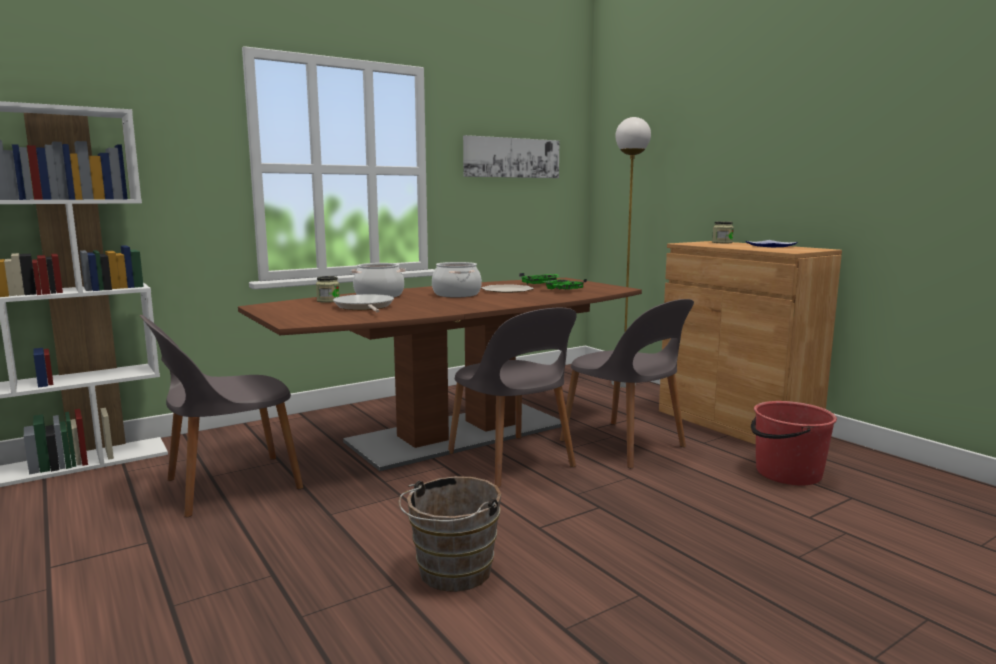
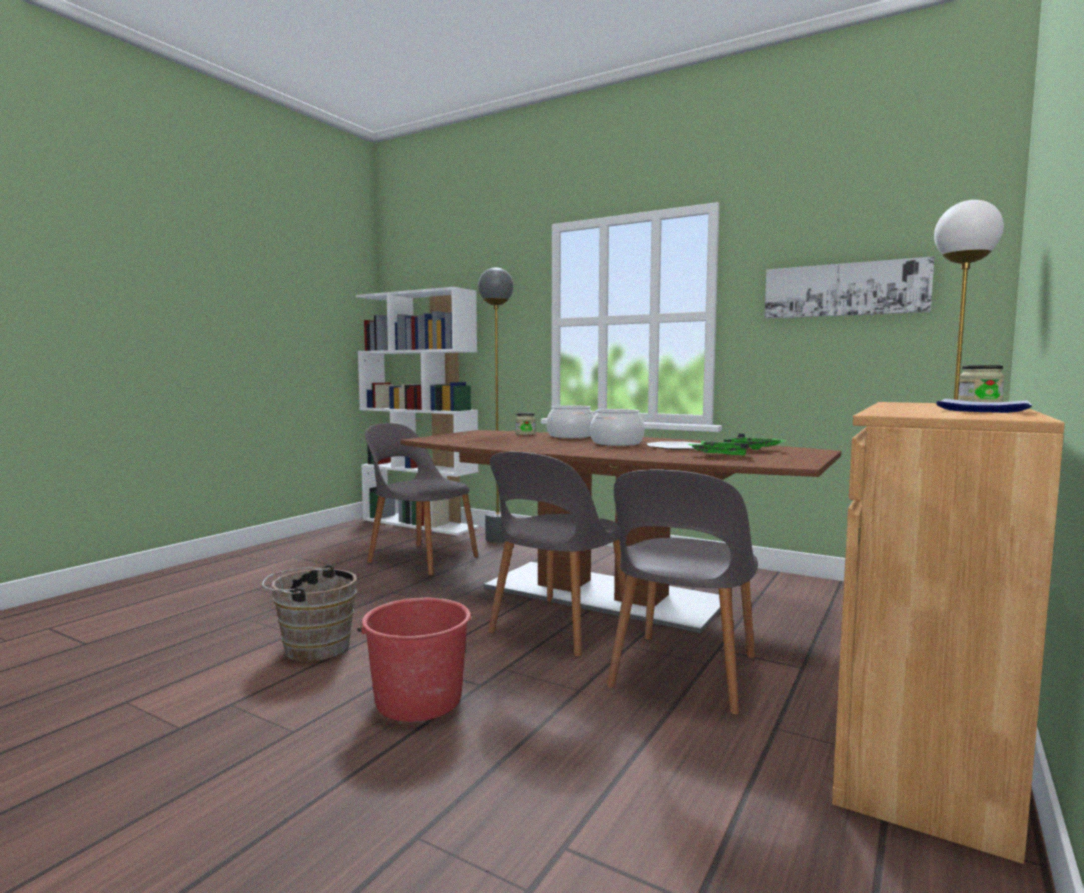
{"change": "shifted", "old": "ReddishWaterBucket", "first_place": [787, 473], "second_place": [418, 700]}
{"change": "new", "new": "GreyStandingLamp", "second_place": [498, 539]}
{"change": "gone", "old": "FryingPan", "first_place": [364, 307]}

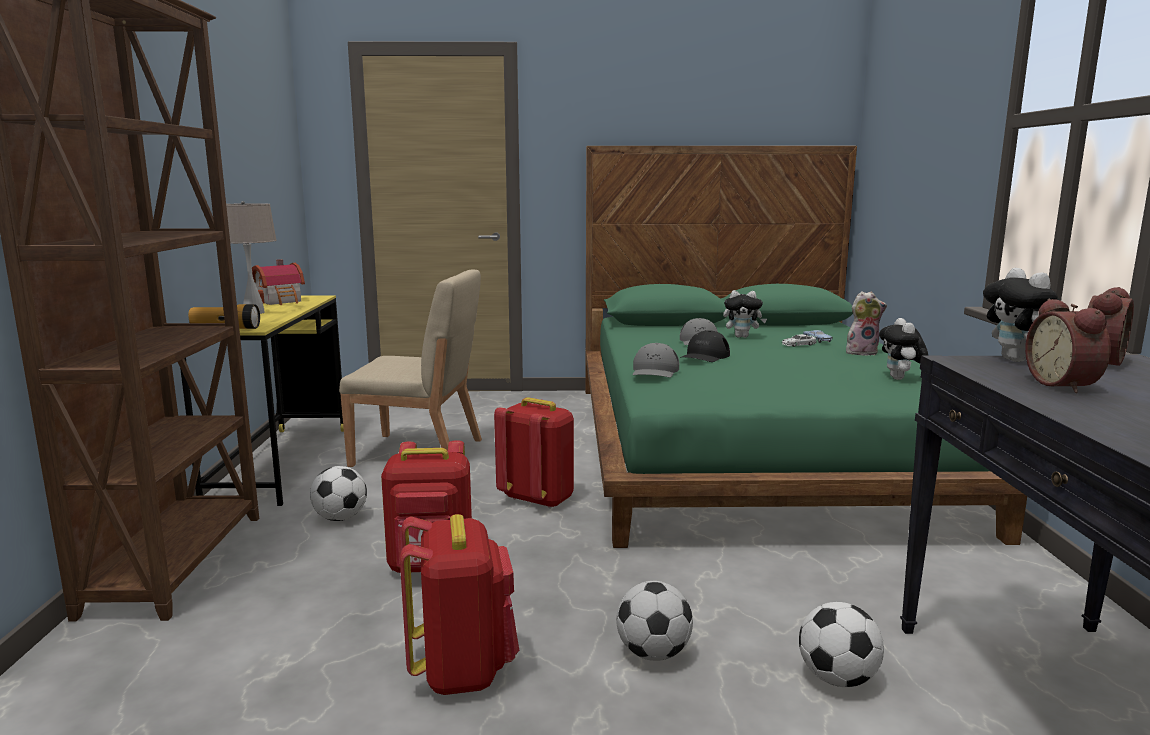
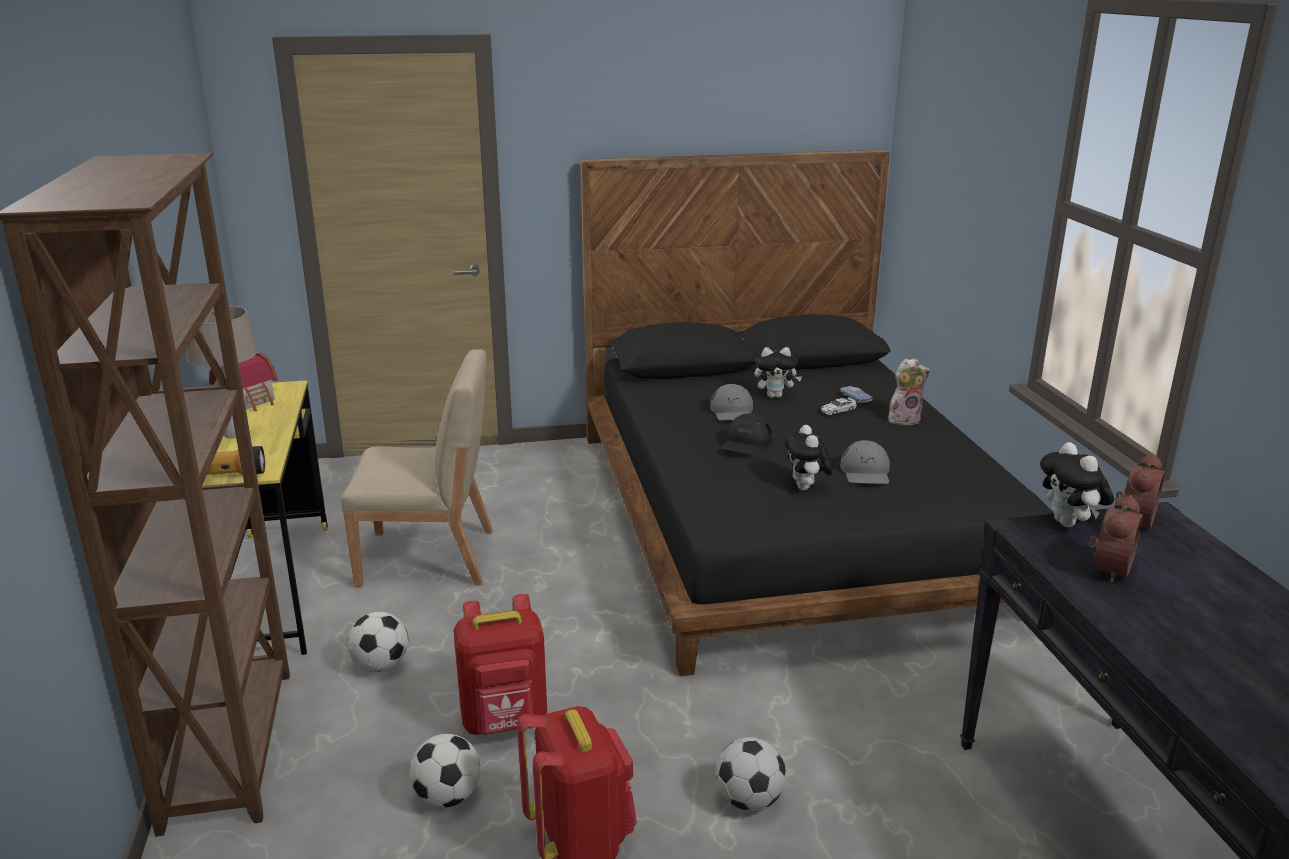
{"change": "shifted", "old": "FootballBall", "first_place": [838, 679], "second_place": [448, 797]}
{"change": "repainted", "old": "GreenishBed", "new": "BlackBed", "first_place": [751, 449], "second_place": [789, 520]}
{"change": "shifted", "old": "SoftToy", "first_place": [900, 379], "second_place": [807, 488]}
{"change": "shifted", "old": "GreyBaseballCap", "first_place": [654, 371], "second_place": [866, 472]}
{"change": "rotated", "old": "BedsideClock", "first_place": [1065, 385], "second_place": [1107, 568], "degrees": -135}
{"change": "gone", "old": "ReddishKnapsack", "first_place": [538, 499]}

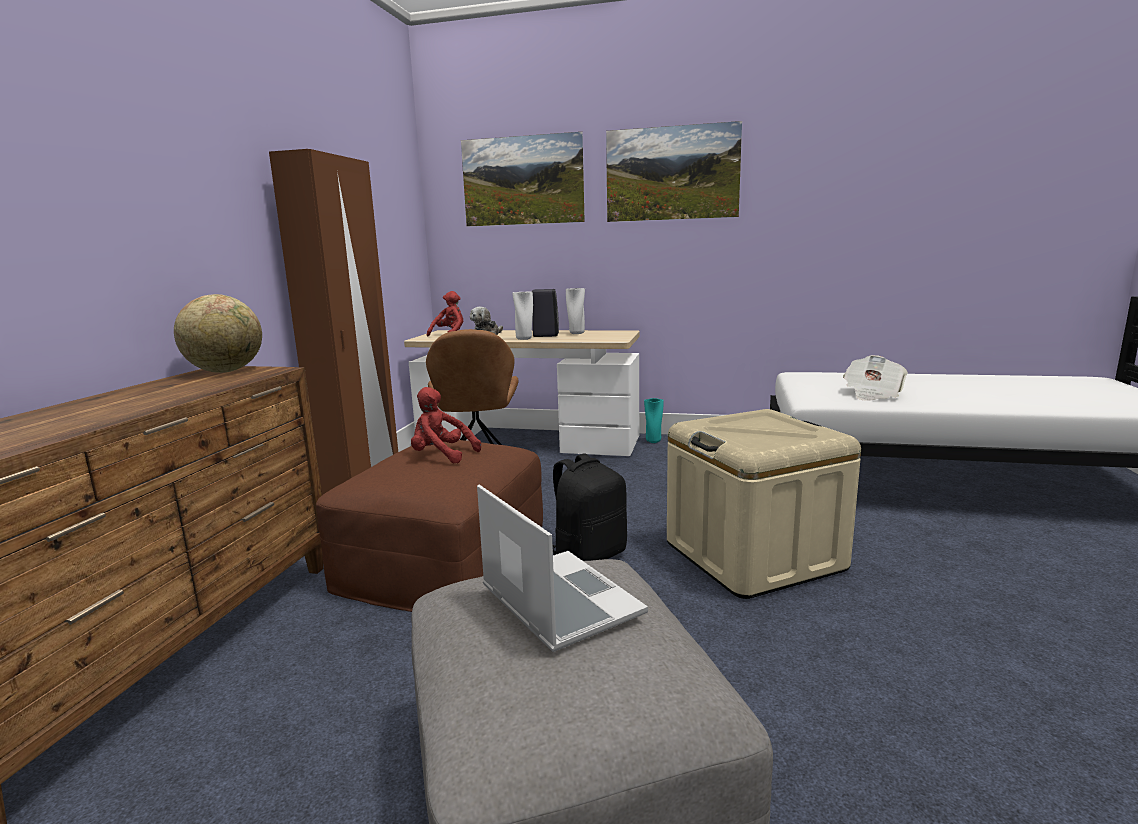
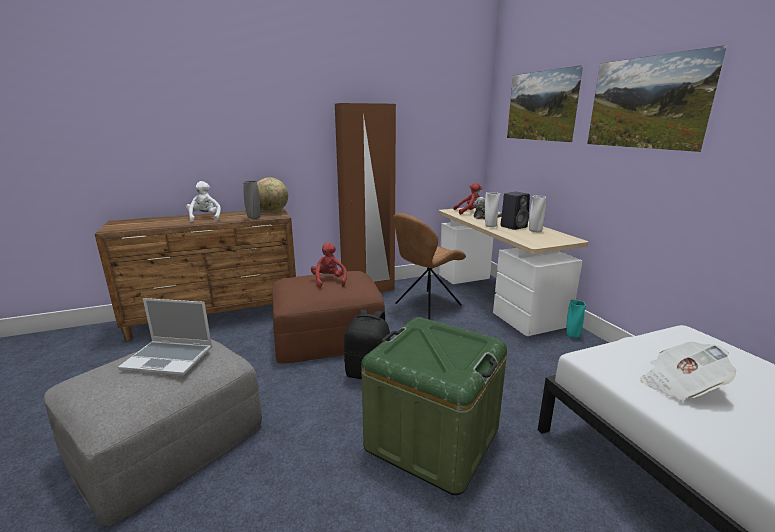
{"change": "rotated", "old": "NotebookComputer", "first_place": [557, 601], "second_place": [170, 358], "degrees": 75}
{"change": "new", "new": "WhiteColouredSoftToy", "second_place": [205, 219]}
{"change": "new", "new": "GreyVase", "second_place": [254, 218]}
{"change": "repainted", "old": "BeigeColouredStorageBin", "new": "GreenishStorageBin", "first_place": [753, 556], "second_place": [432, 438]}

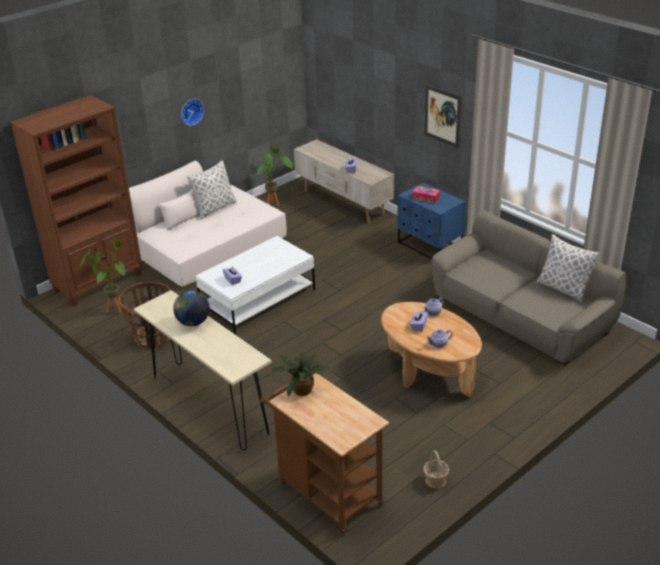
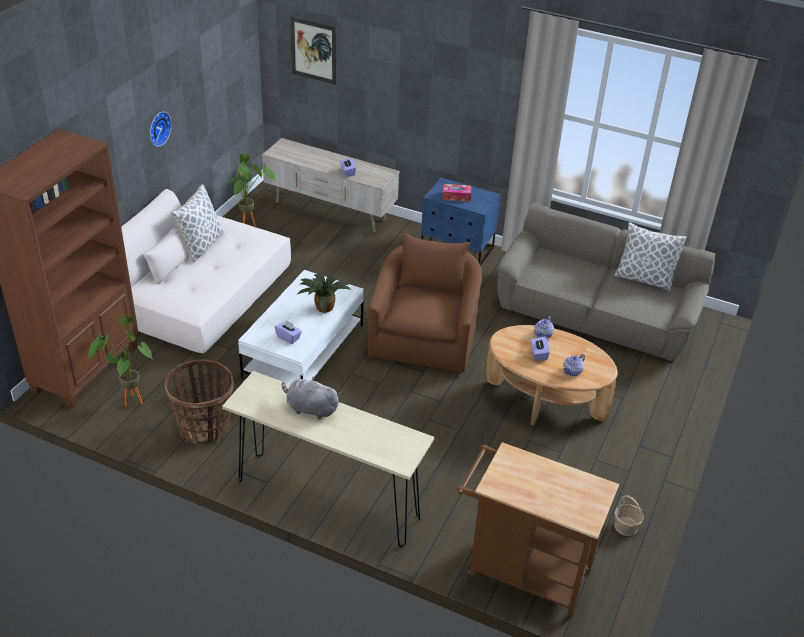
{"change": "swapped", "old": "DeskGlobe", "new": "GreySoftToy", "first_place": [193, 322], "second_place": [310, 408]}
{"change": "shifted", "old": "WallPicture", "first_place": [442, 116], "second_place": [313, 50]}
{"change": "shifted", "old": "PlantInAPot", "first_place": [301, 389], "second_place": [323, 307]}
{"change": "new", "new": "BrownColouredLoungeChair", "second_place": [425, 337]}

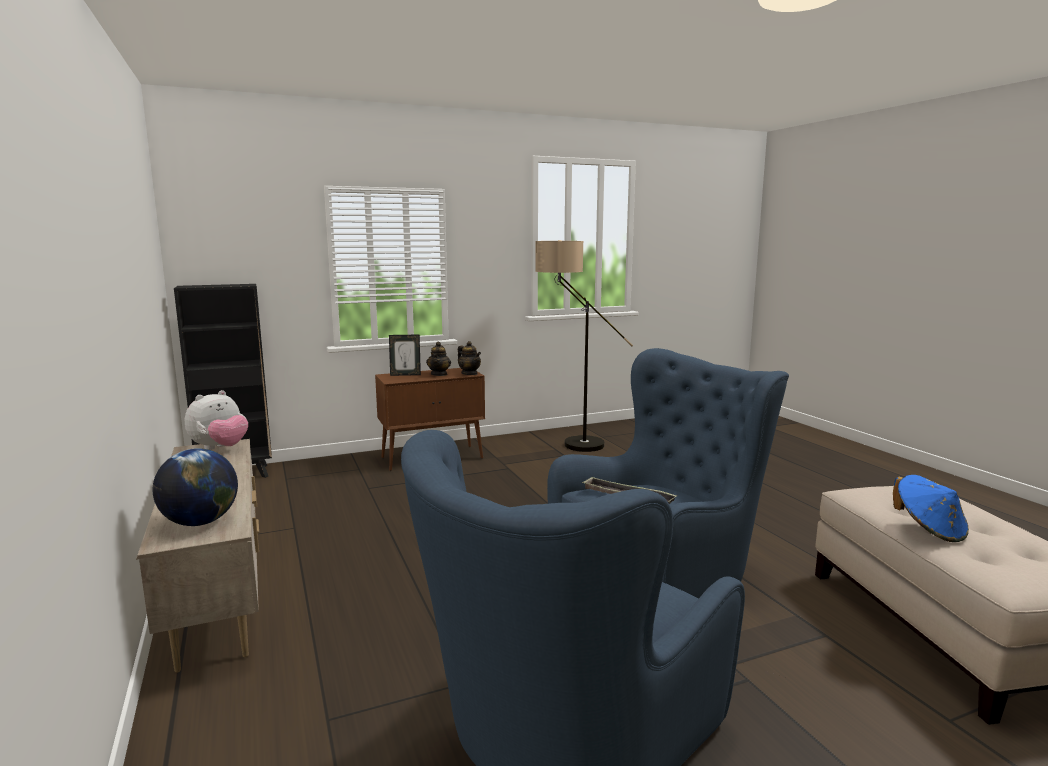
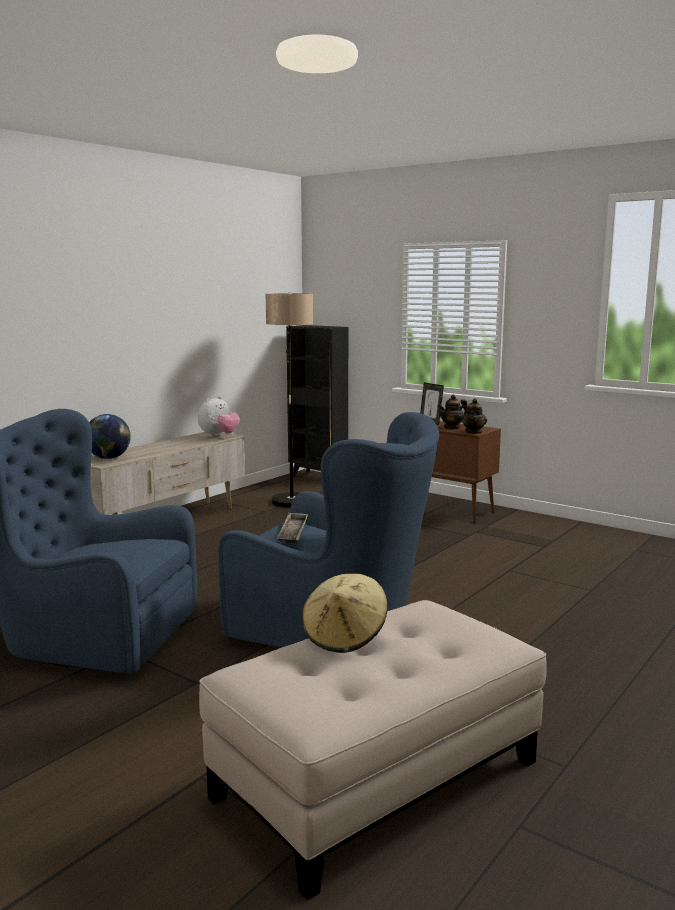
{"change": "rotated", "old": "SoftToy", "first_place": [220, 448], "second_place": [219, 436], "degrees": -60}
{"change": "shifted", "old": "StandingLamp", "first_place": [569, 442], "second_place": [292, 497]}
{"change": "repainted", "old": "BlueColouredHat", "new": "BeigeColouredHat", "first_place": [928, 530], "second_place": [345, 637]}

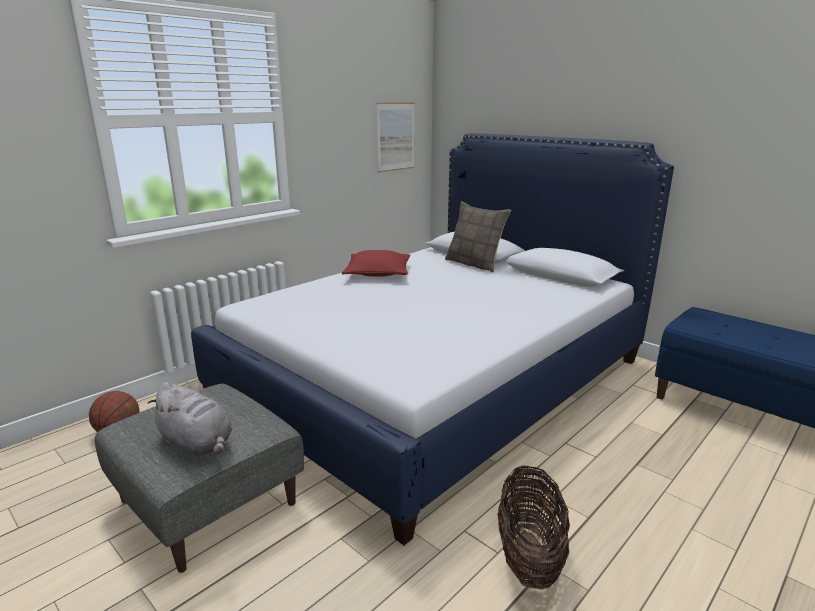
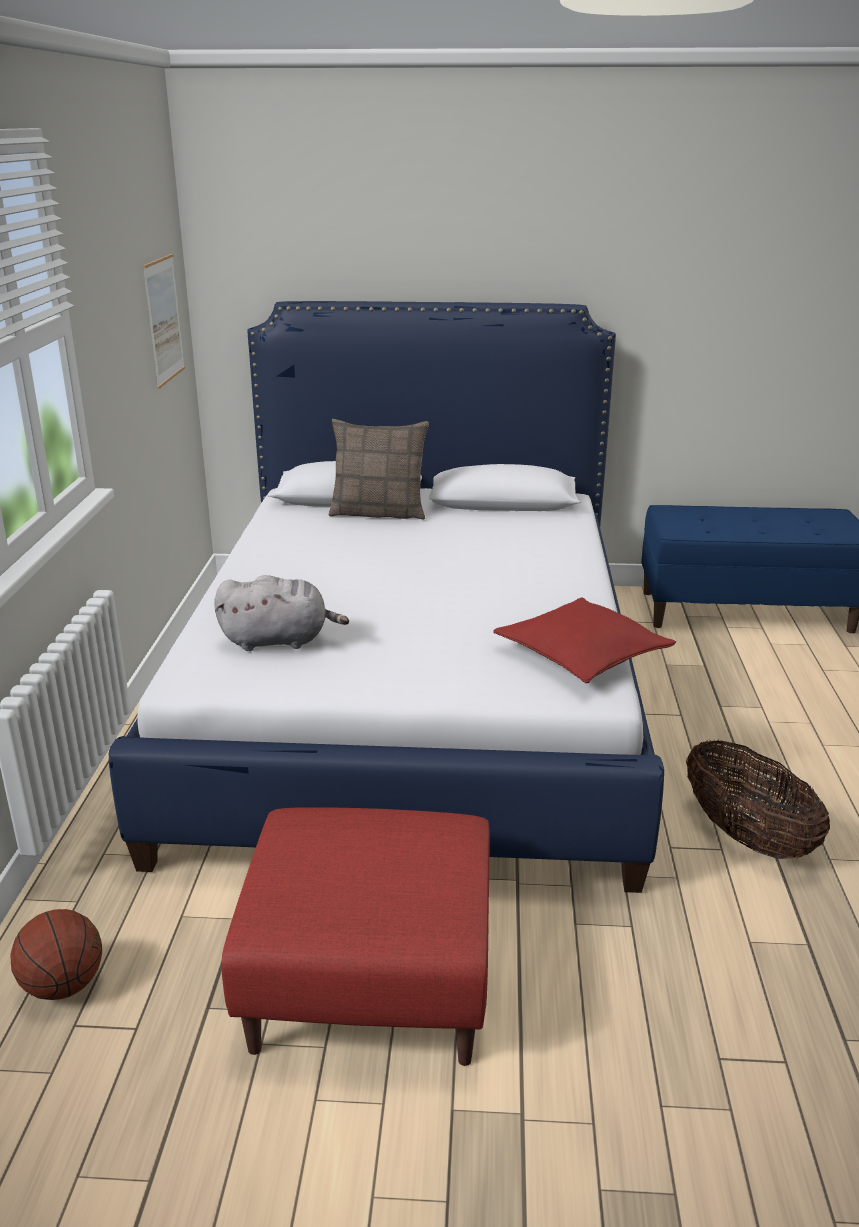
{"change": "shifted", "old": "GreySoftToy", "first_place": [197, 443], "second_place": [279, 641]}
{"change": "repainted", "old": "GreyPouffe", "new": "ReddishPouffe", "first_place": [209, 502], "second_place": [371, 980]}
{"change": "shifted", "old": "ReddishPillow", "first_place": [378, 273], "second_place": [582, 655]}

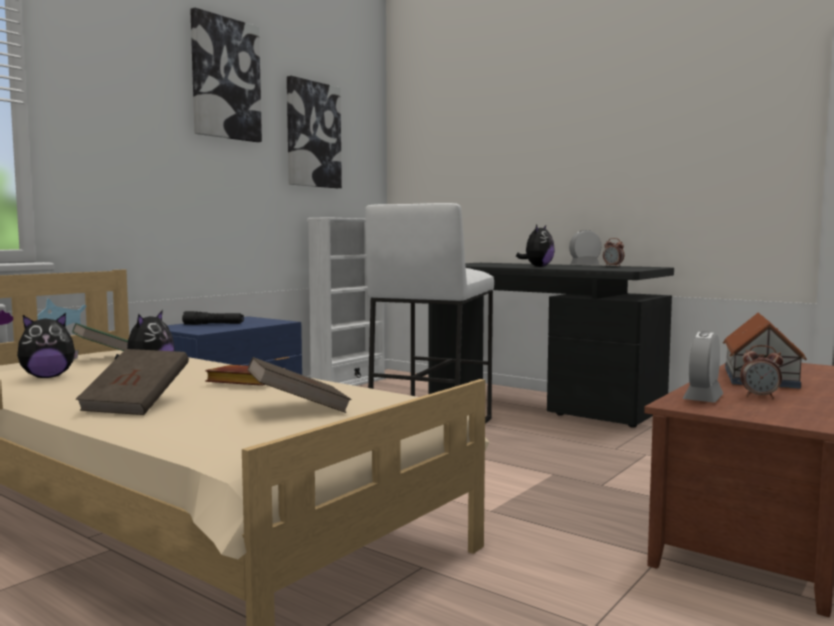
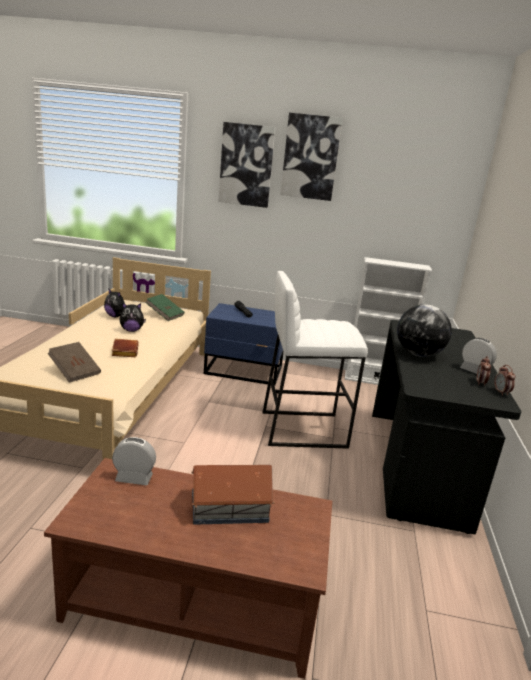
{"change": "shifted", "old": "WallPicture", "first_place": [312, 135], "second_place": [246, 165]}
{"change": "swapped", "old": "SoftToy", "new": "DeskGlobe", "first_place": [537, 267], "second_place": [418, 354]}
{"change": "shifted", "old": "BedsideClock", "first_place": [760, 396], "second_place": [501, 392]}
{"change": "gone", "old": "BrownColouredBook", "first_place": [136, 404]}

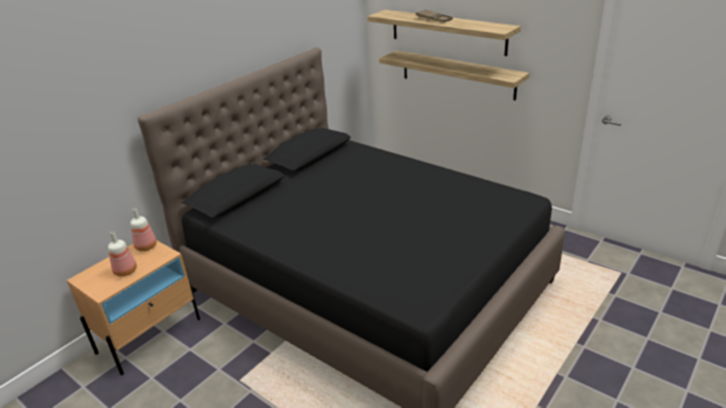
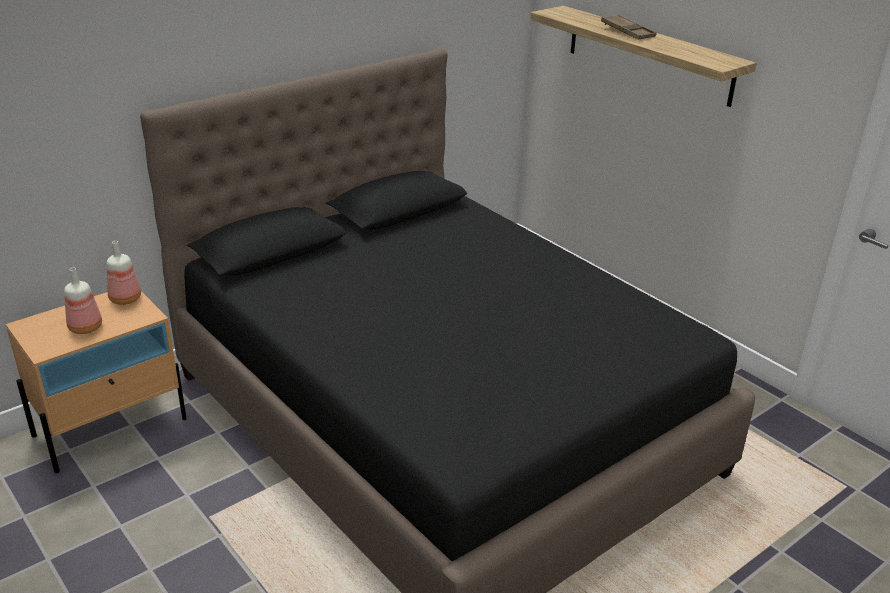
{"change": "gone", "old": "Shelf", "first_place": [457, 74]}

